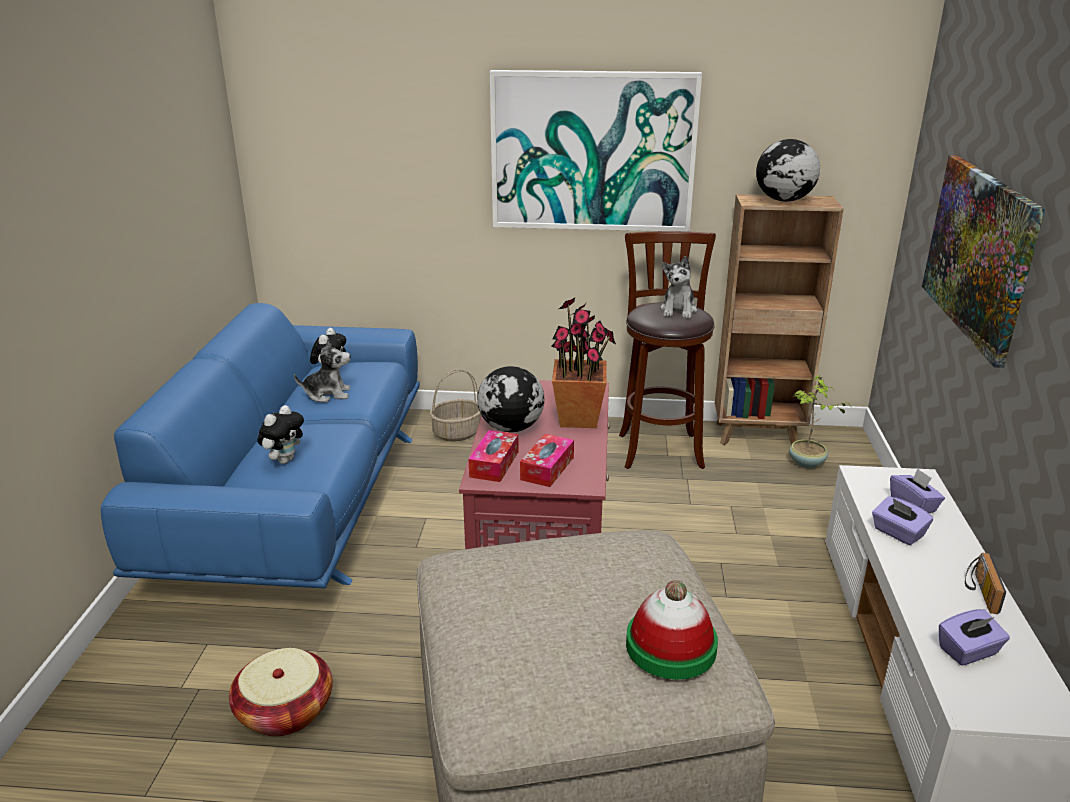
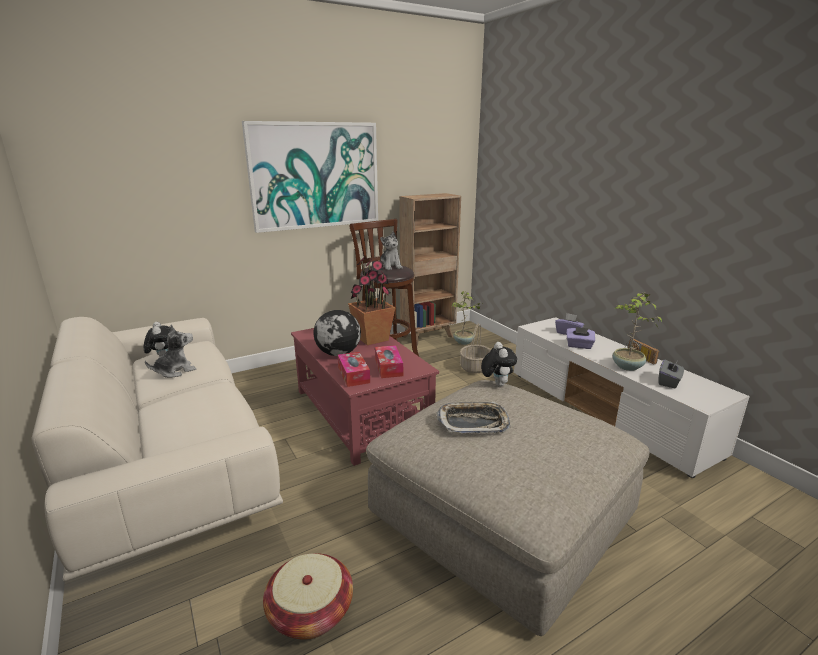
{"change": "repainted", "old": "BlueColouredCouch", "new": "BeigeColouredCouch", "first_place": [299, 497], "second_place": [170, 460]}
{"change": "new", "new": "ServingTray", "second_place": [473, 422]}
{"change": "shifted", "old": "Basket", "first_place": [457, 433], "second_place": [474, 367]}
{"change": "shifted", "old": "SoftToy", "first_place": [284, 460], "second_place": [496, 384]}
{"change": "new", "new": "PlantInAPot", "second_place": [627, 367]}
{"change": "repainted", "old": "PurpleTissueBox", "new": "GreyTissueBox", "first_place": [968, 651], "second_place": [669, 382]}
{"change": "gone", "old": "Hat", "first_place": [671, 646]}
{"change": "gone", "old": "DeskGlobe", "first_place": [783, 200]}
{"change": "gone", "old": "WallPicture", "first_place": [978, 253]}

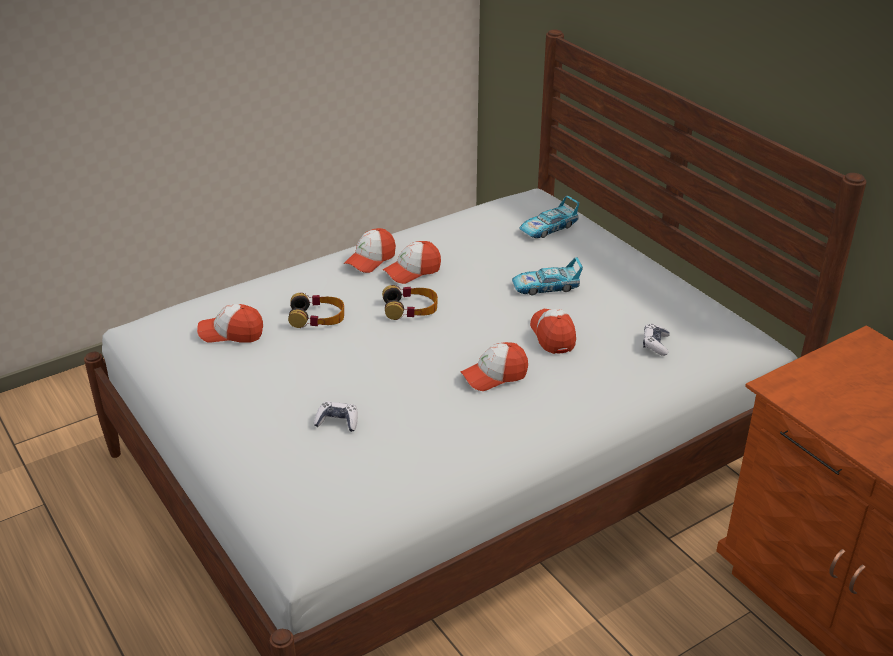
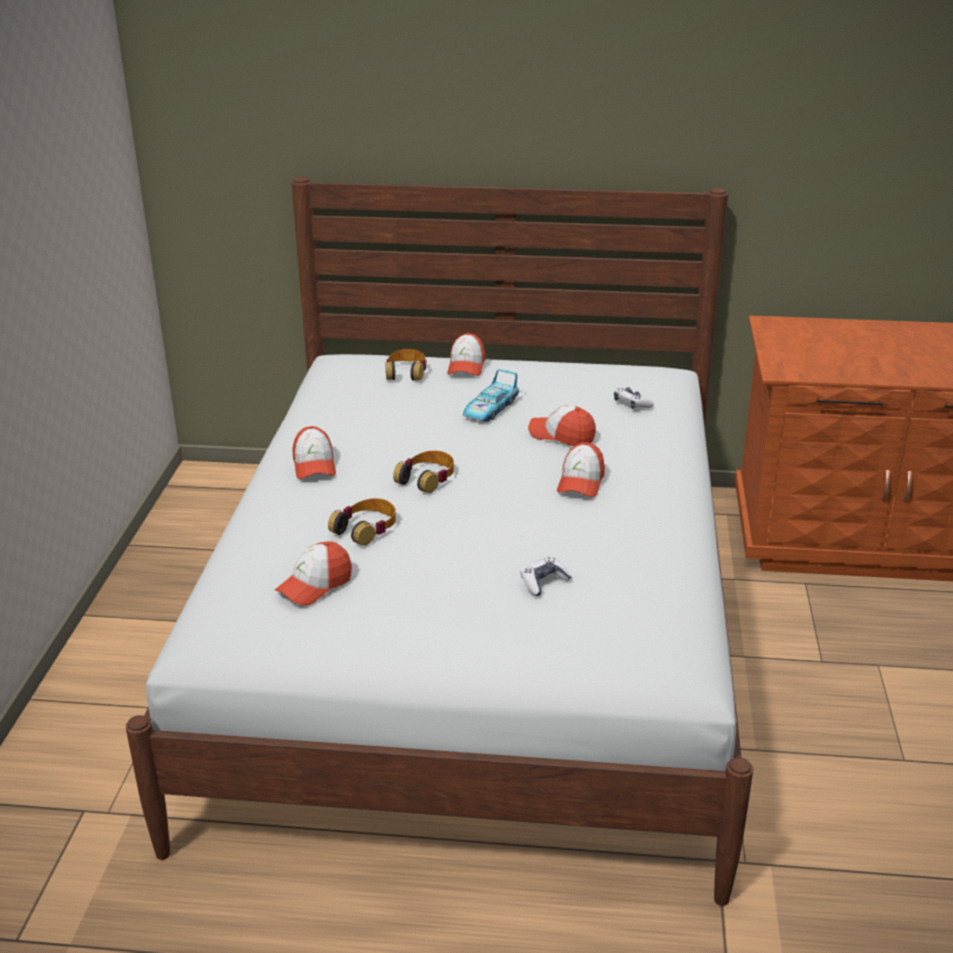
{"change": "swapped", "old": "MiniatureCar", "new": "PairOfHeadphones", "first_place": [548, 228], "second_place": [406, 372]}
{"change": "shifted", "old": "BaseballCap", "first_place": [412, 271], "second_place": [466, 366]}

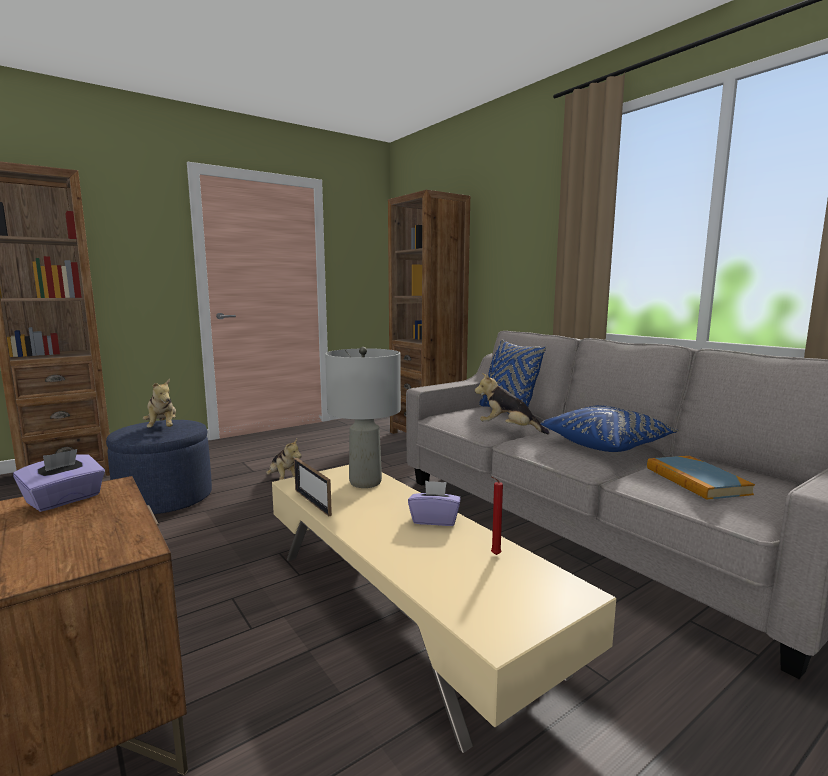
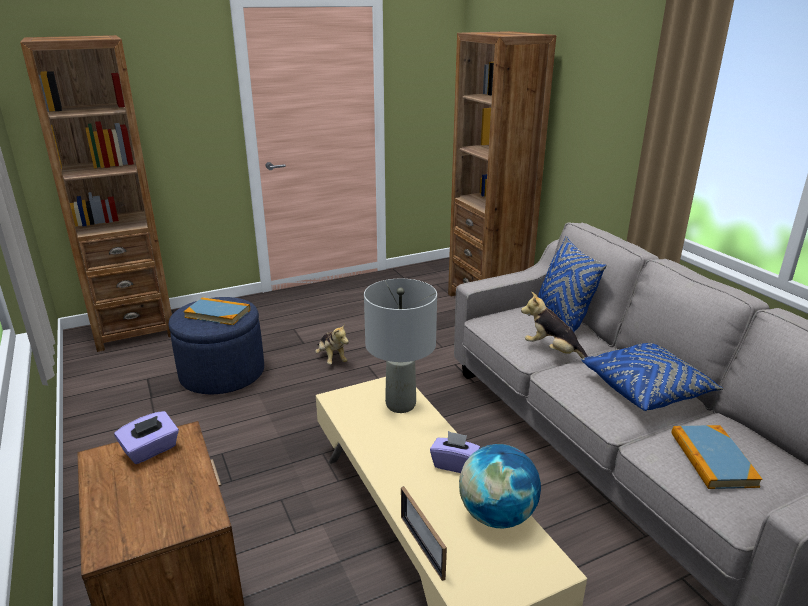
{"change": "swapped", "old": "SoftToy", "new": "Book", "first_place": [163, 428], "second_place": [218, 313]}
{"change": "shifted", "old": "PictureFrame", "first_place": [312, 502], "second_place": [422, 546]}
{"change": "swapped", "old": "ReddishCandle", "new": "DeskGlobe", "first_place": [494, 555], "second_place": [497, 515]}

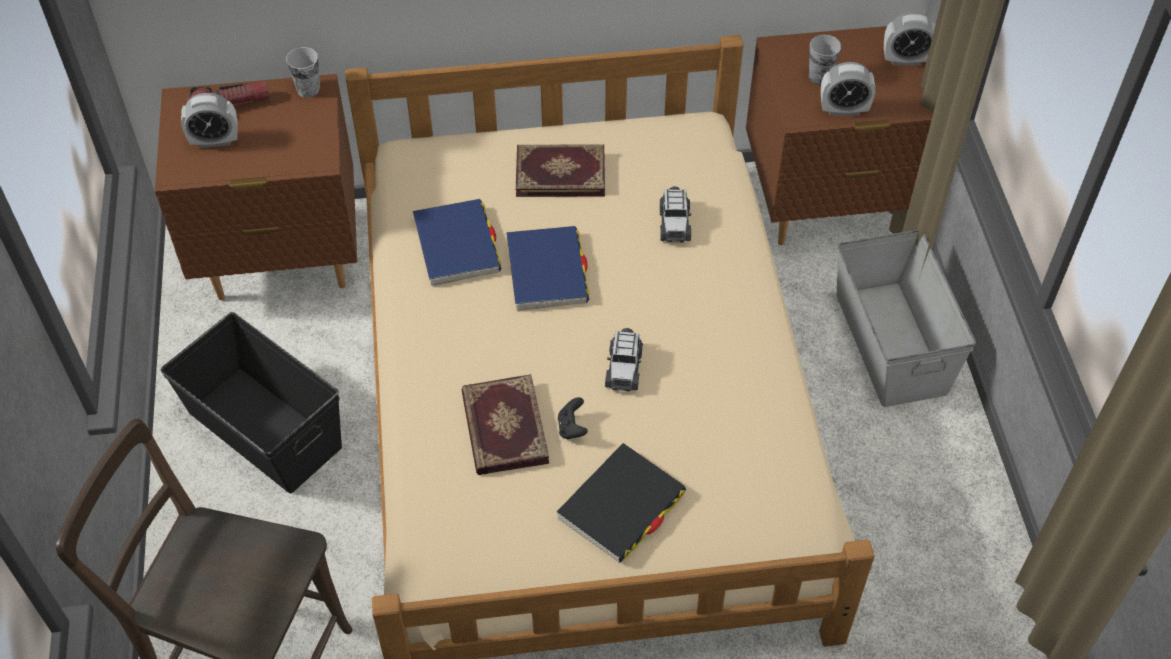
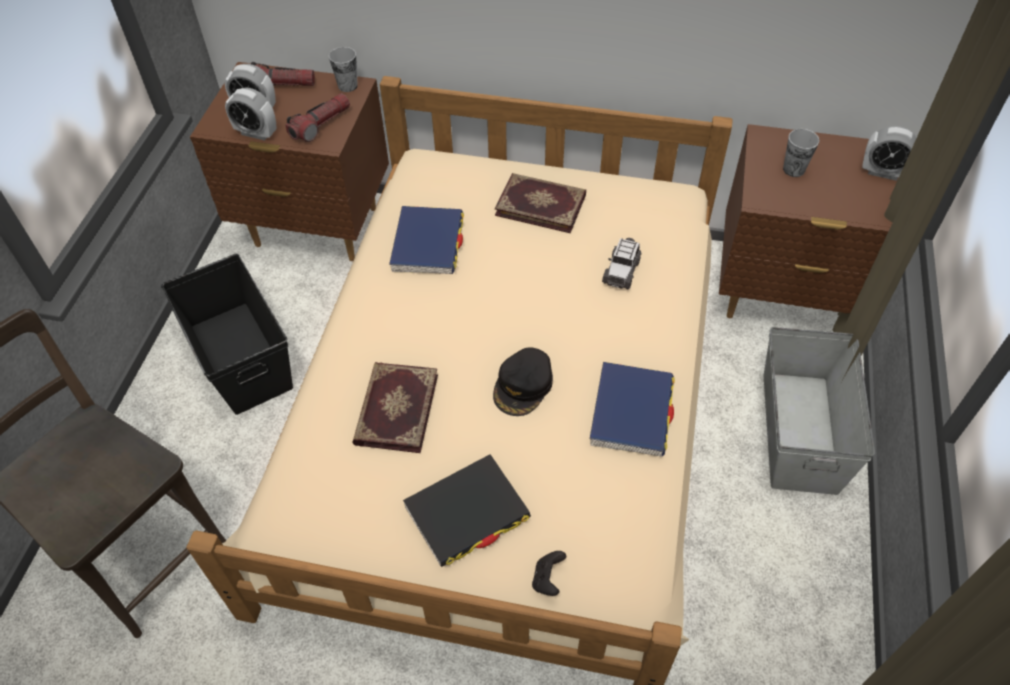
{"change": "shifted", "old": "BedsideClock", "first_place": [843, 110], "second_place": [256, 133]}
{"change": "new", "new": "Flashlight", "second_place": [320, 125]}
{"change": "swapped", "old": "MiniatureCar", "new": "BlackBaseballCap", "first_place": [624, 368], "second_place": [523, 386]}
{"change": "shifted", "old": "BlackGamepad", "first_place": [572, 428], "second_place": [548, 579]}
{"change": "shifted", "old": "BlueColouredBook", "first_place": [547, 271], "second_place": [631, 412]}

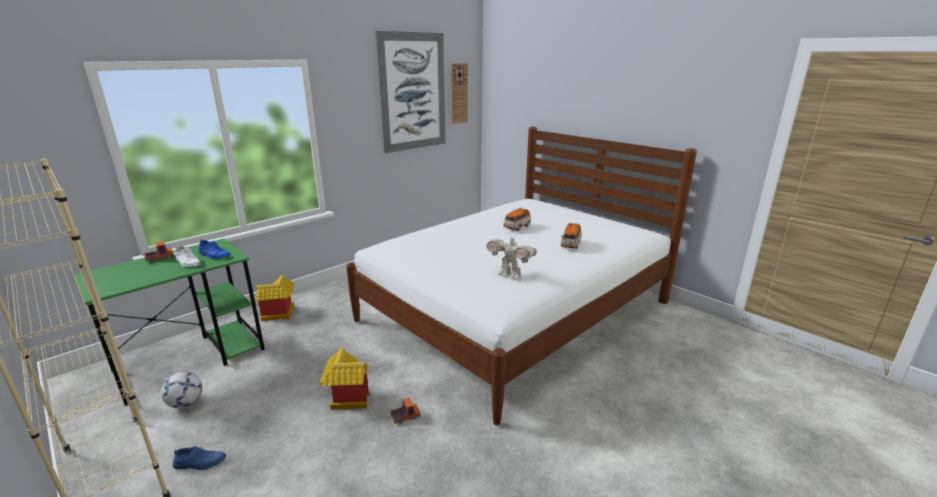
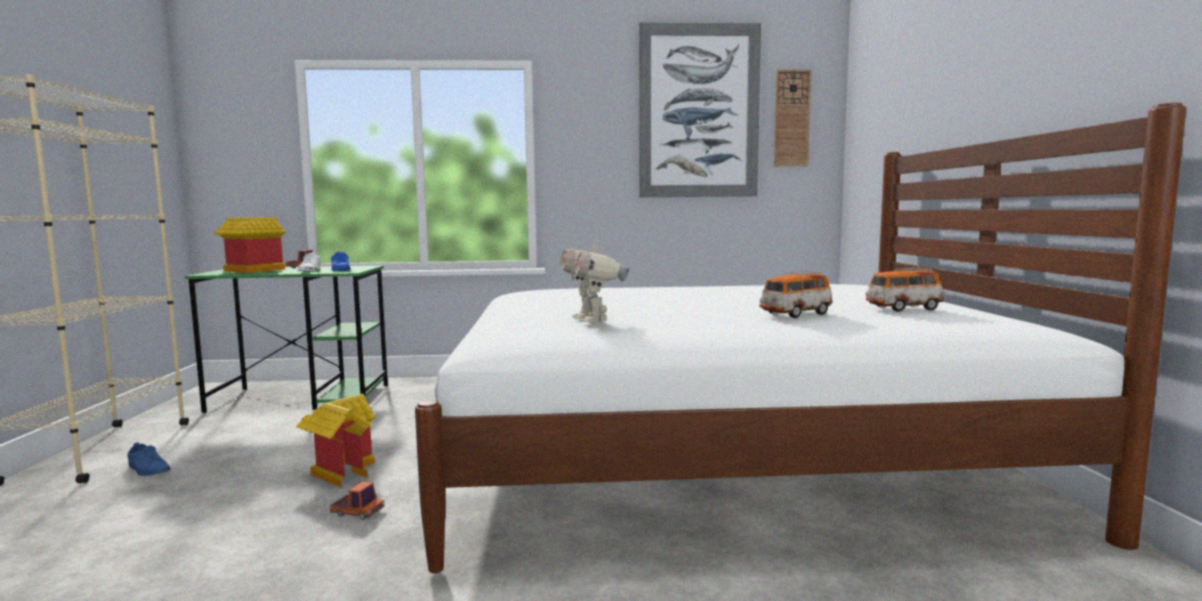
{"change": "shifted", "old": "ToyHouse", "first_place": [280, 314], "second_place": [251, 271]}
{"change": "shifted", "old": "MiniatureCar", "first_place": [517, 227], "second_place": [903, 308]}
{"change": "gone", "old": "FootballBall", "first_place": [186, 403]}

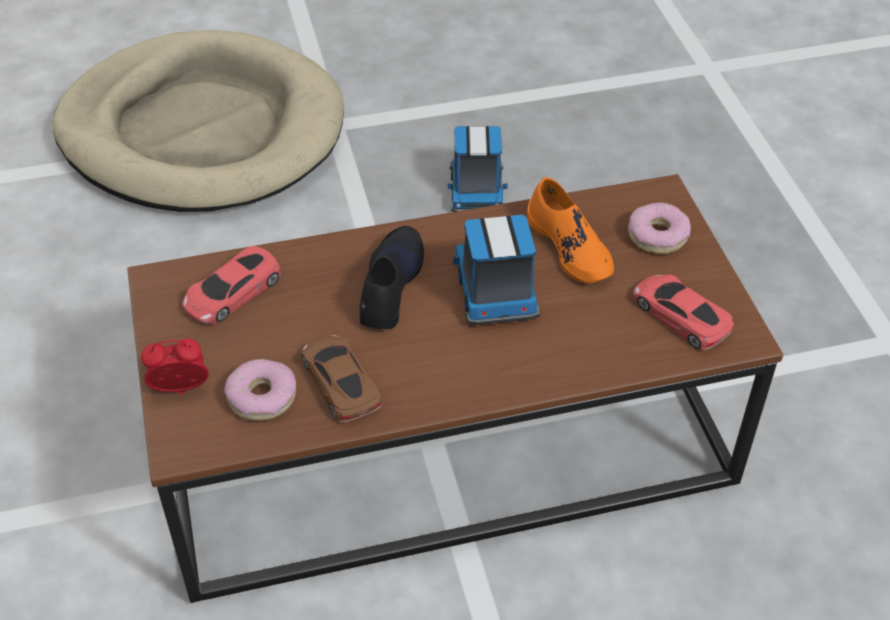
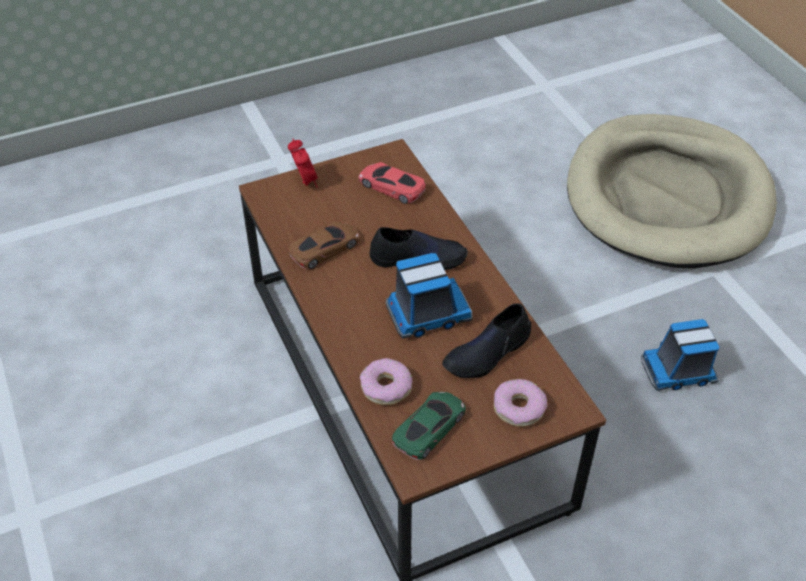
{"change": "shifted", "old": "Donut", "first_place": [262, 397], "second_place": [386, 387]}
{"change": "repainted", "old": "ReddishMiniatureCar", "new": "GreenishMiniatureCar", "first_place": [680, 315], "second_place": [429, 427]}
{"change": "repainted", "old": "OrangeColouredItemOfFootwear", "new": "BlackItemOfFootwear", "first_place": [570, 247], "second_place": [487, 353]}

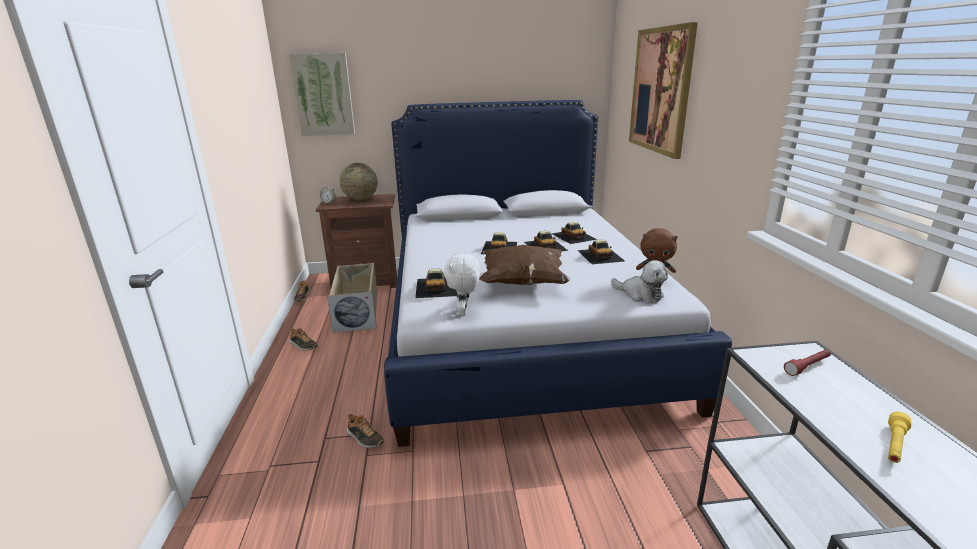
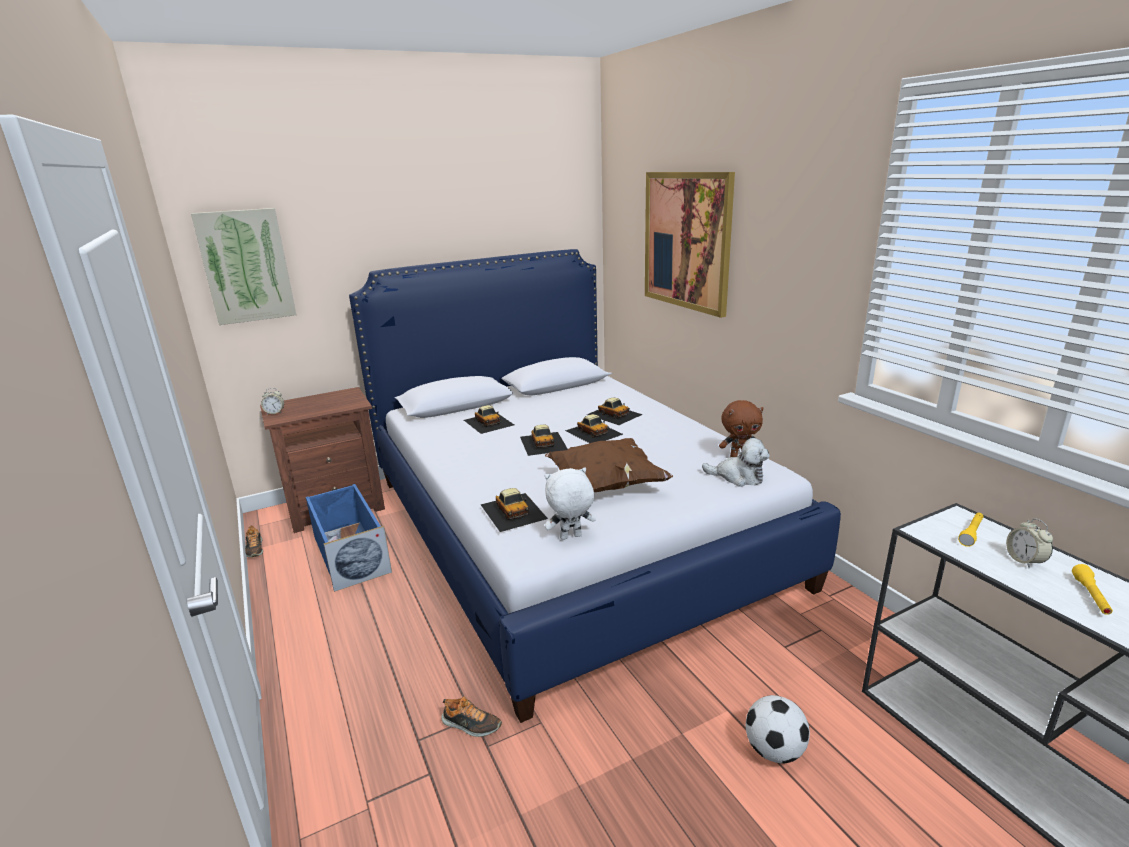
{"change": "repainted", "old": "BeigeColouredStorageBin", "new": "BlueColouredStorageBin", "first_place": [357, 311], "second_place": [350, 554]}
{"change": "shifted", "old": "MiniatureCar", "first_place": [600, 255], "second_place": [488, 422]}
{"change": "rotated", "old": "WhiteColouredSoftToy", "first_place": [464, 312], "second_place": [570, 537], "degrees": 90}
{"change": "new", "new": "FootballBall", "second_place": [774, 751]}
{"change": "repainted", "old": "ReddishFlashlight", "new": "YellowishFlashlight", "first_place": [807, 367], "second_place": [971, 533]}
{"change": "new", "new": "BedsideClock", "second_place": [1024, 560]}
{"change": "gone", "old": "ItemOfFootwear", "first_place": [303, 345]}
{"change": "gone", "old": "DeskGlobe", "first_place": [360, 199]}

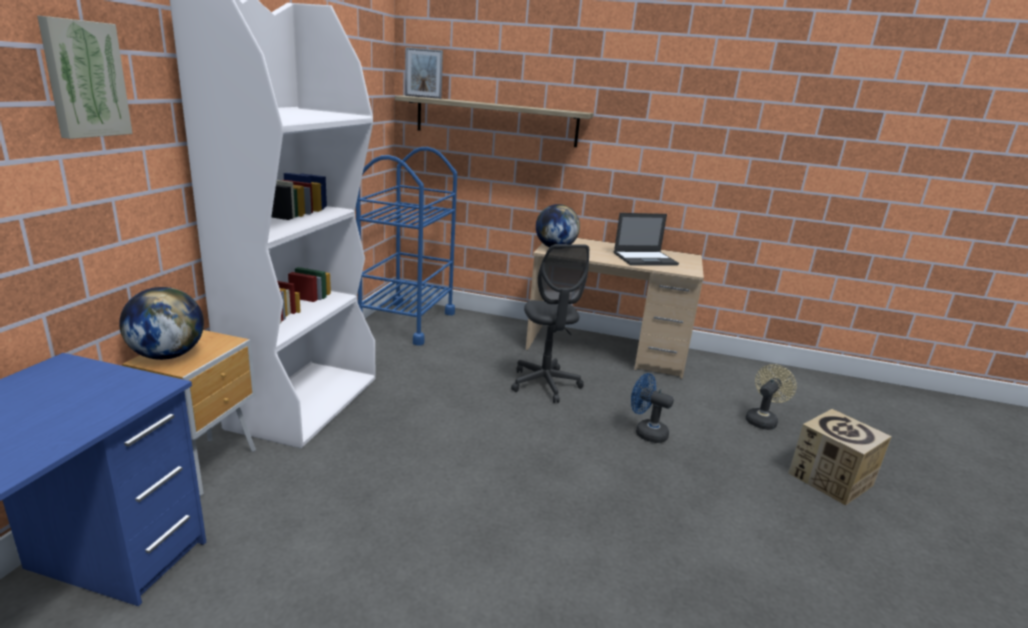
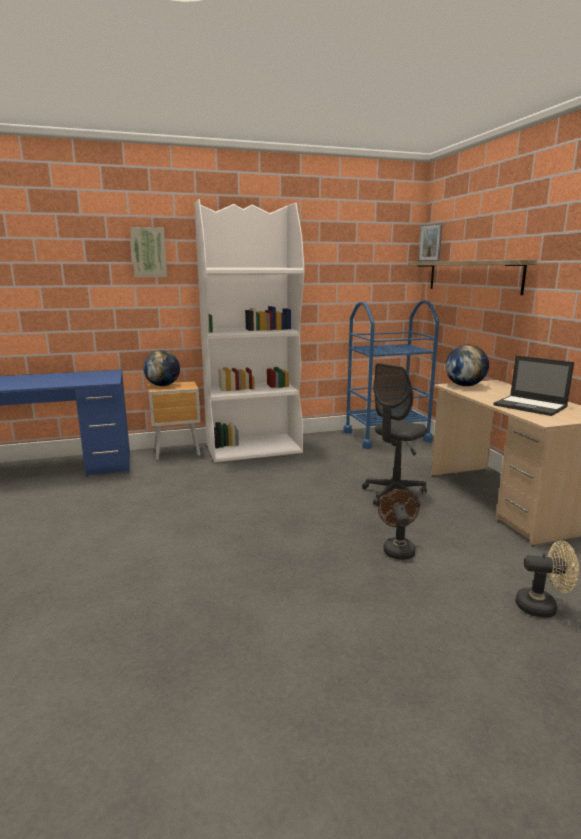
{"change": "repainted", "old": "BlueColouredElectricFan", "new": "BrownColouredElectricFan", "first_place": [646, 432], "second_place": [397, 548]}
{"change": "gone", "old": "Carton", "first_place": [830, 479]}

